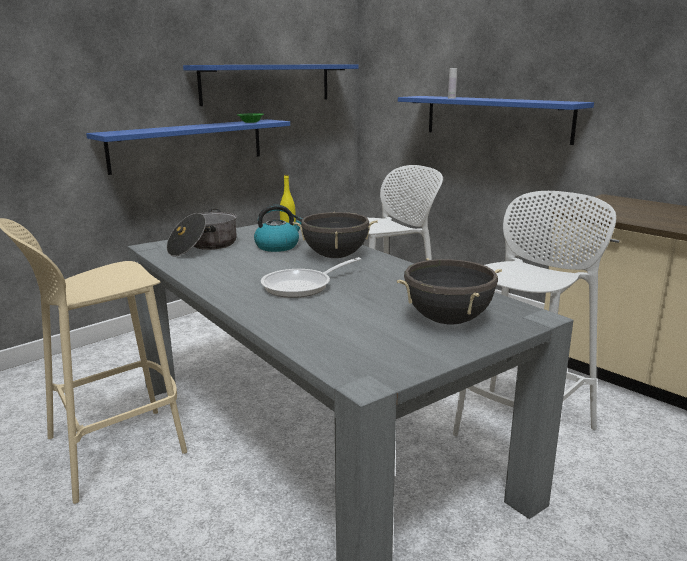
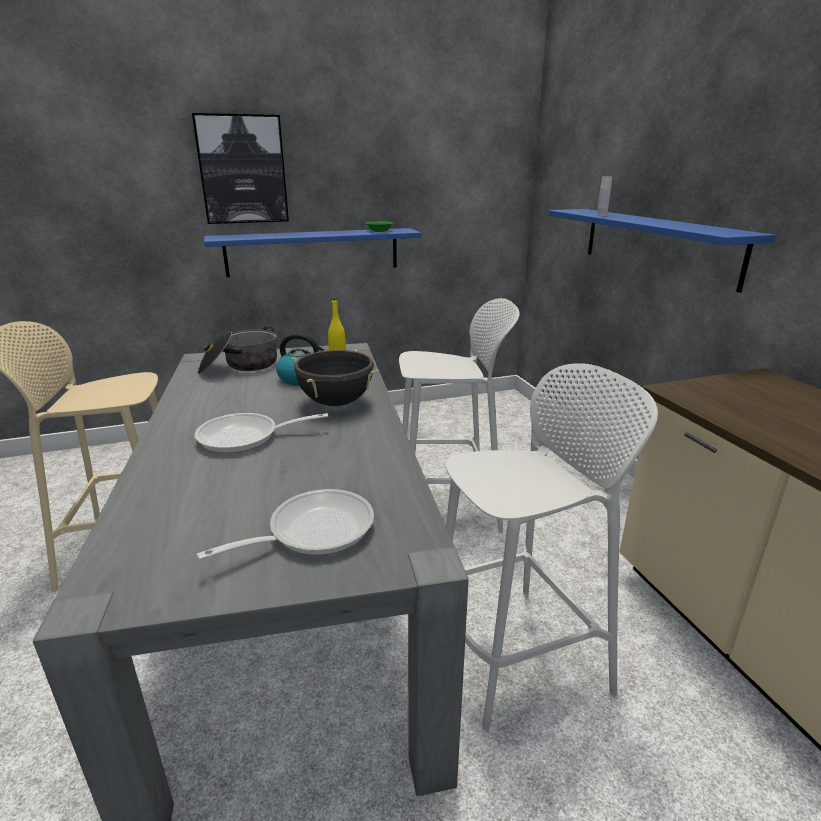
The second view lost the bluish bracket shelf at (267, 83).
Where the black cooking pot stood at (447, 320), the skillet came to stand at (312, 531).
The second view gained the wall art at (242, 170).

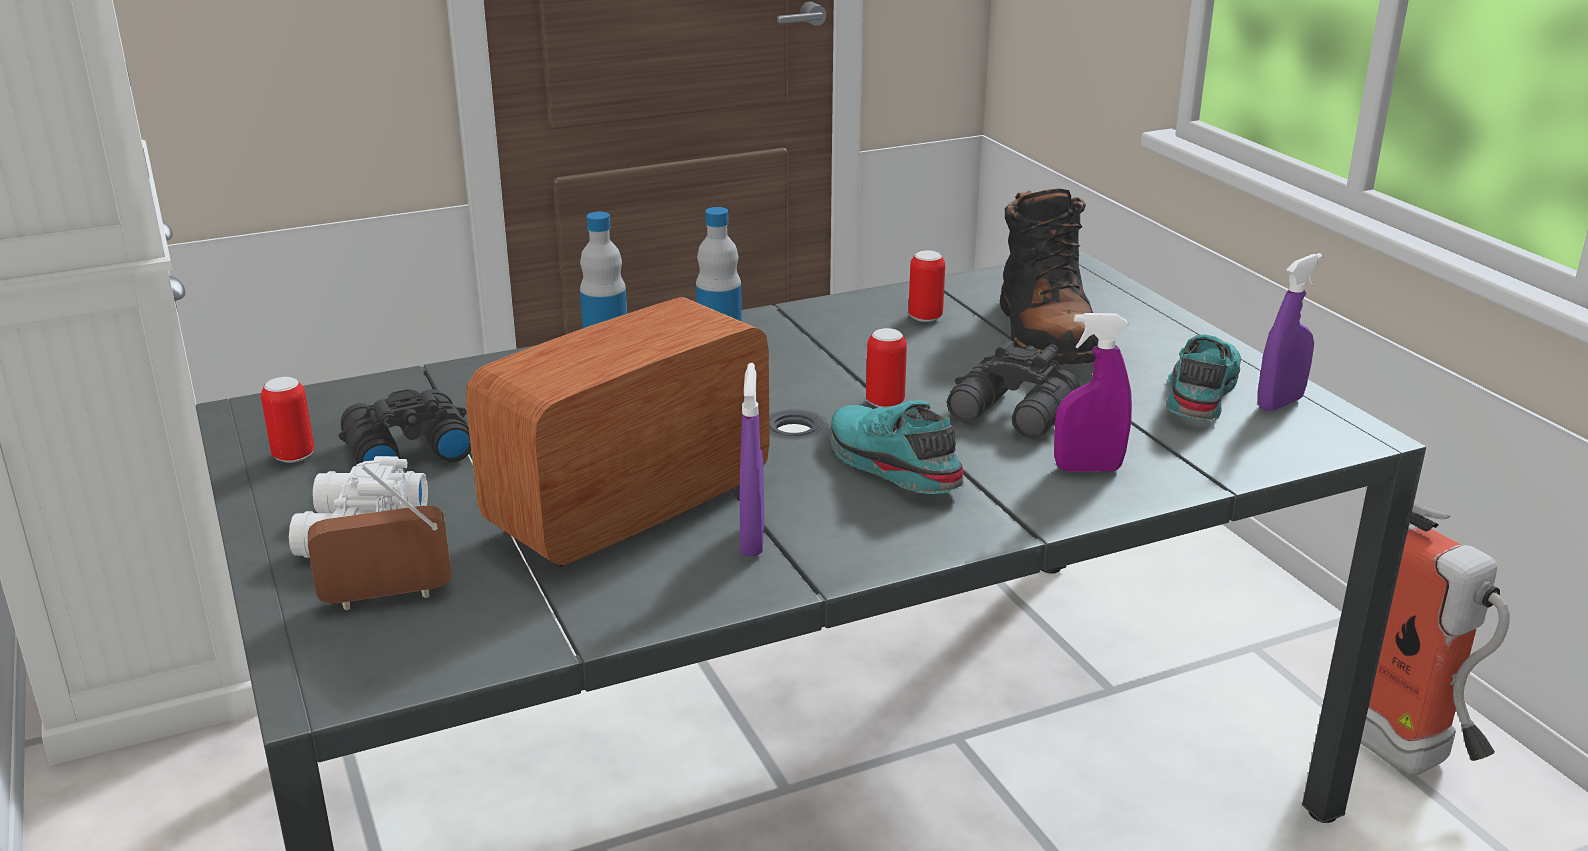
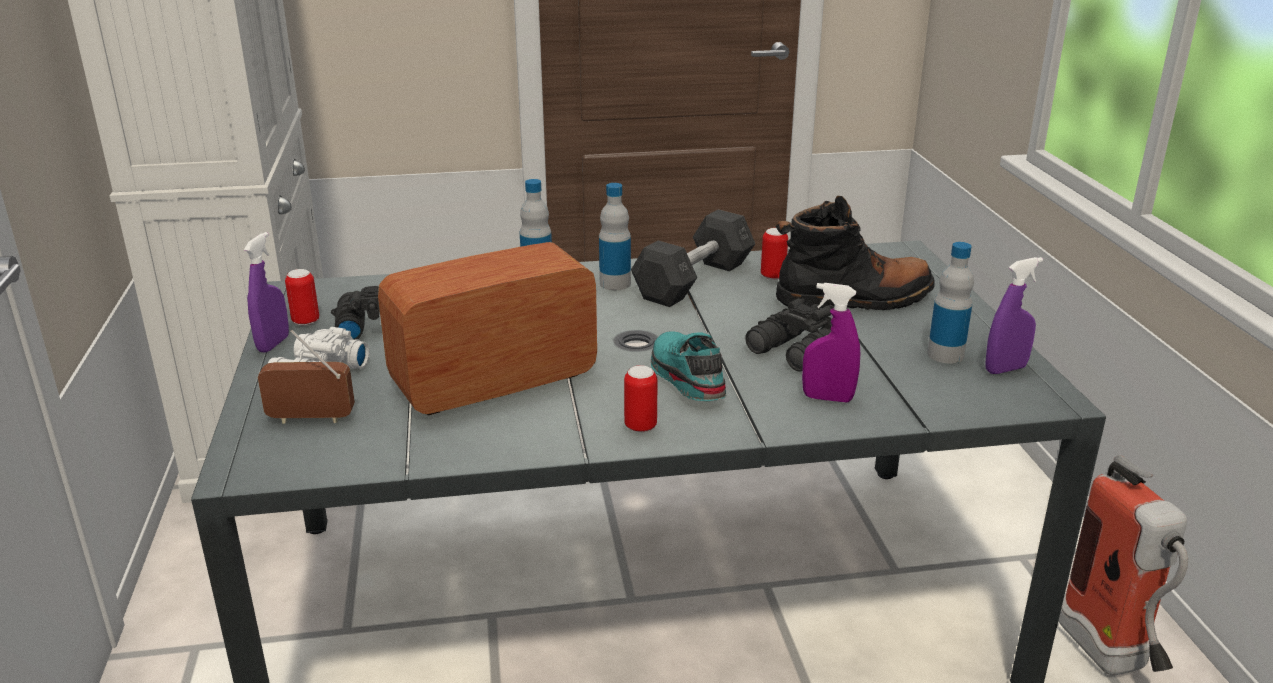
The purple spray bottle ended up elsewhere, having gone from (752, 540) to (273, 344).
The sealed can ended up elsewhere, having gone from (885, 402) to (640, 426).
The black high-top boot at (1045, 335) ended up facing another way, 105 degrees counterclockwise from before.
Where the blue-green item of footwear stood at (1198, 394), the drink bottle came to stand at (945, 354).
The second view gained the greyish free weight at (694, 281).

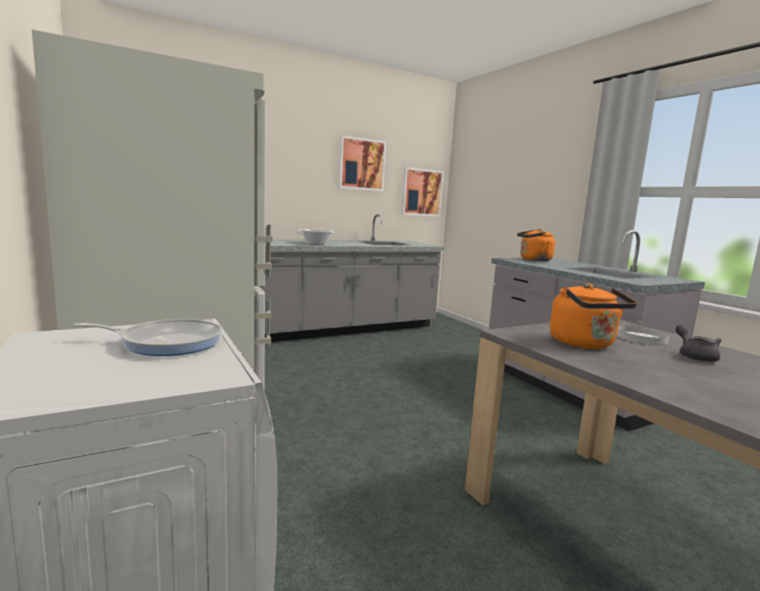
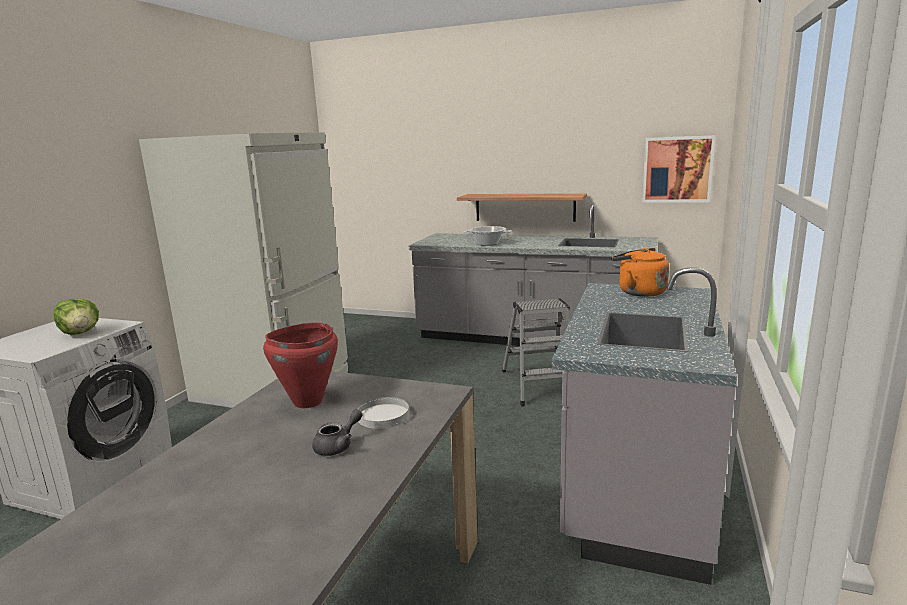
Where the skillet stood at (167, 342), the lettuce head came to stand at (81, 333).
The second view lost the wall art at (361, 164).
Where the orangey kettle stood at (584, 344), the red cooking pot came to stand at (307, 402).
The second view gained the bracket shelf at (524, 207).
The second view gained the greyish step ladder at (540, 384).

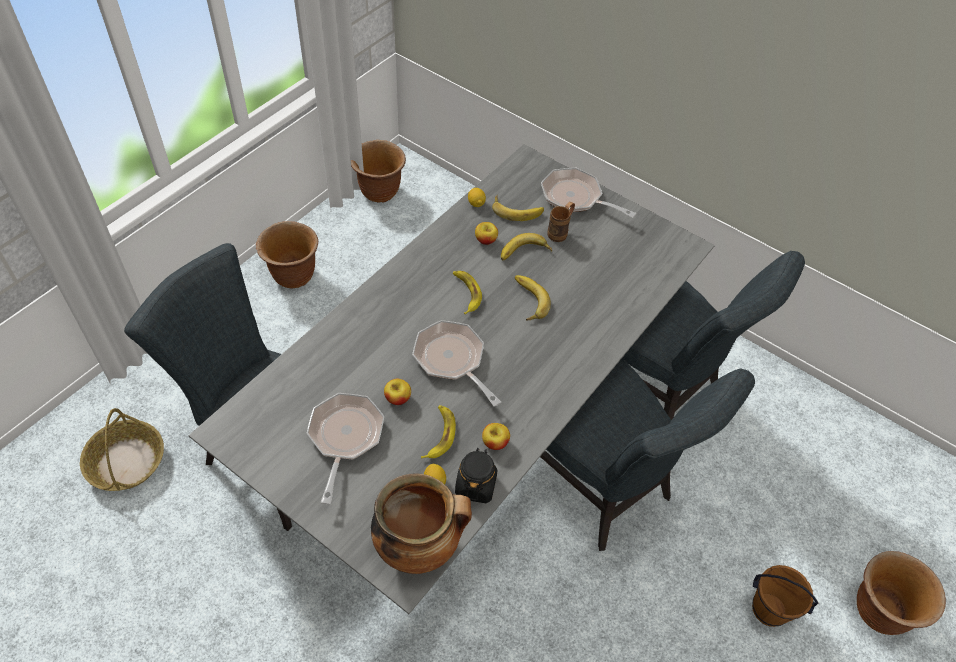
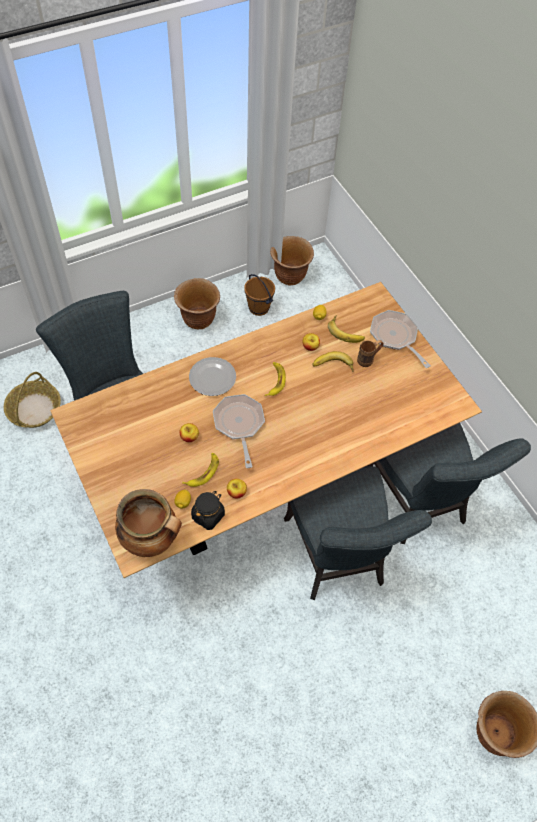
What was the greyish kitchen table at (470, 432) turned into the brownish kitchen table at (264, 479).
The second view lost the skillet at (344, 438).
The second view lost the banana fruit at (527, 300).
The brownish pail ended up elsewhere, having gone from (769, 609) to (259, 308).
The second view gained the plate at (211, 378).

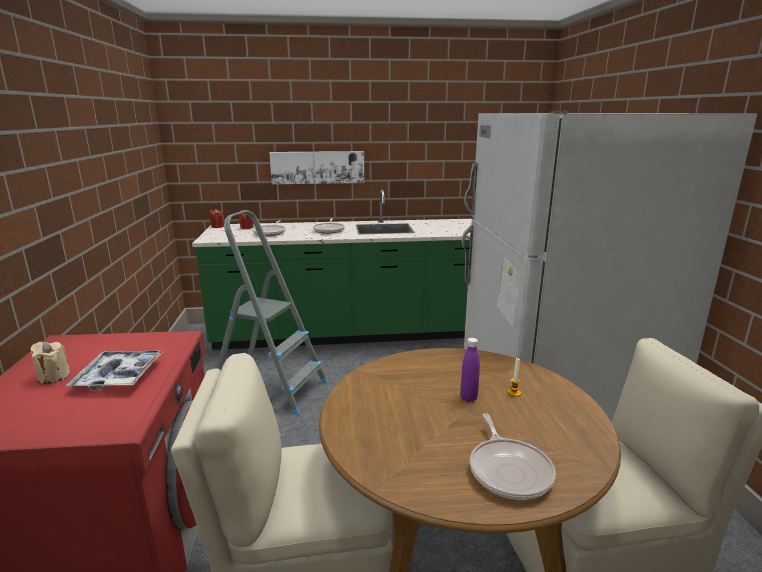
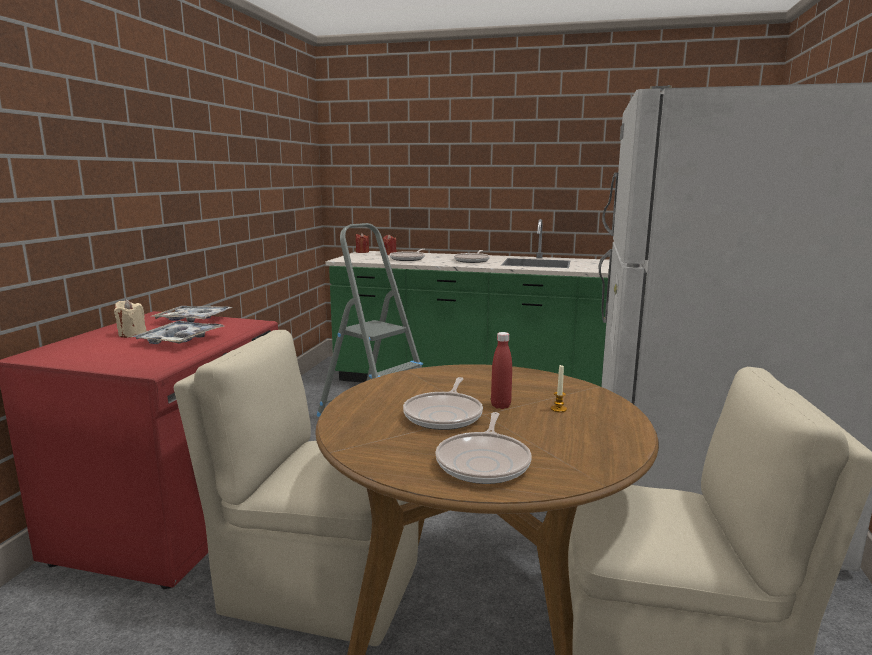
The second view lost the wall art at (317, 167).
What was the purple drink bottle at (468, 398) turned into the red drink bottle at (500, 406).
The second view gained the serving tray at (193, 320).
The second view gained the skillet at (444, 415).

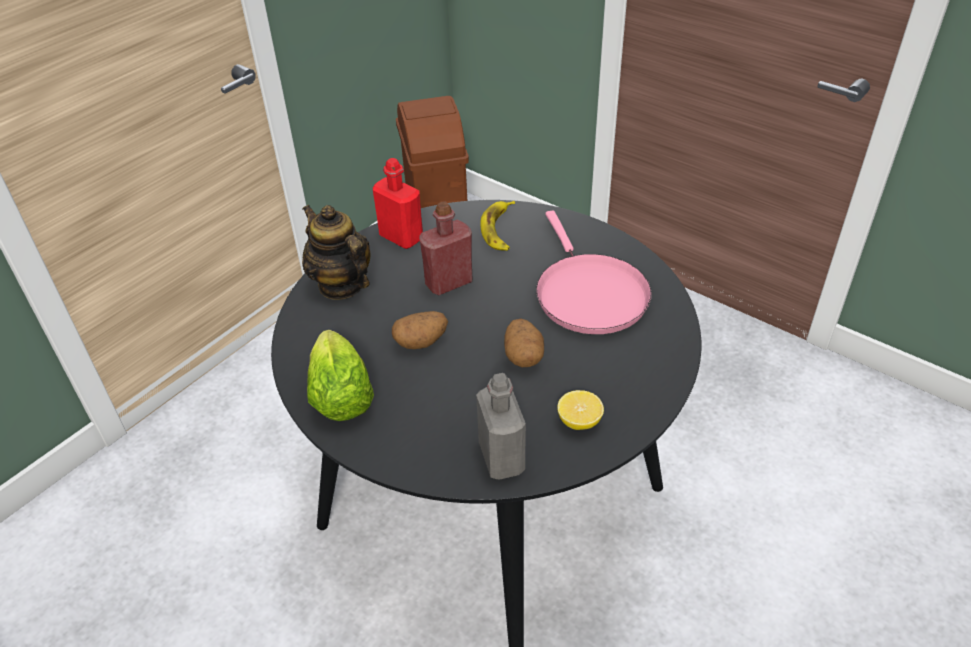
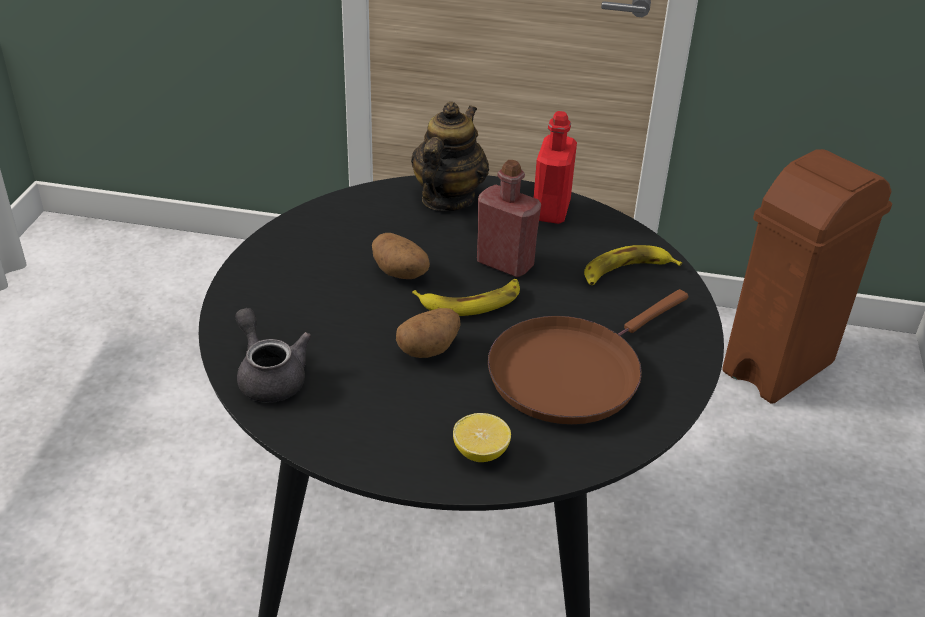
The second view lost the lettuce head at (340, 397).
Where the greyish drink bottle stood at (501, 458), the greyish tea pot came to stand at (269, 376).
What was the pinkish skillet at (588, 294) turned into the brownish skillet at (570, 371).
The citrus fruit ended up elsewhere, having gone from (579, 421) to (480, 453).
The second view gained the banana fruit at (471, 302).

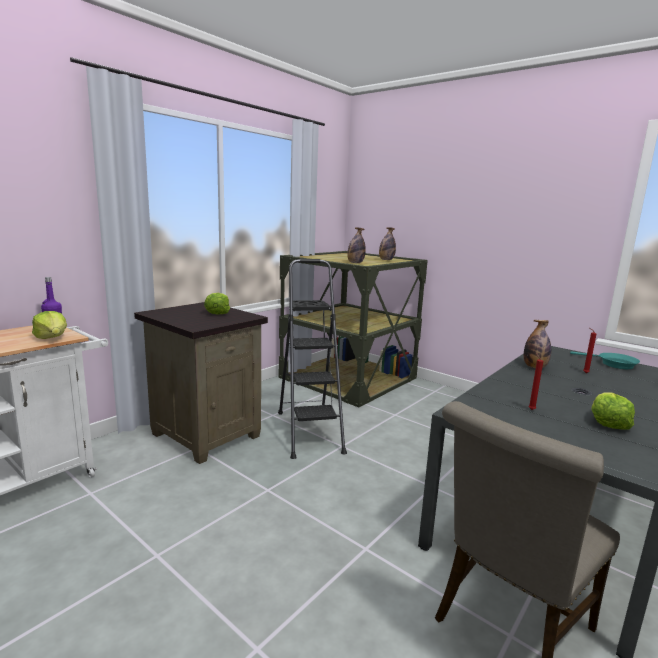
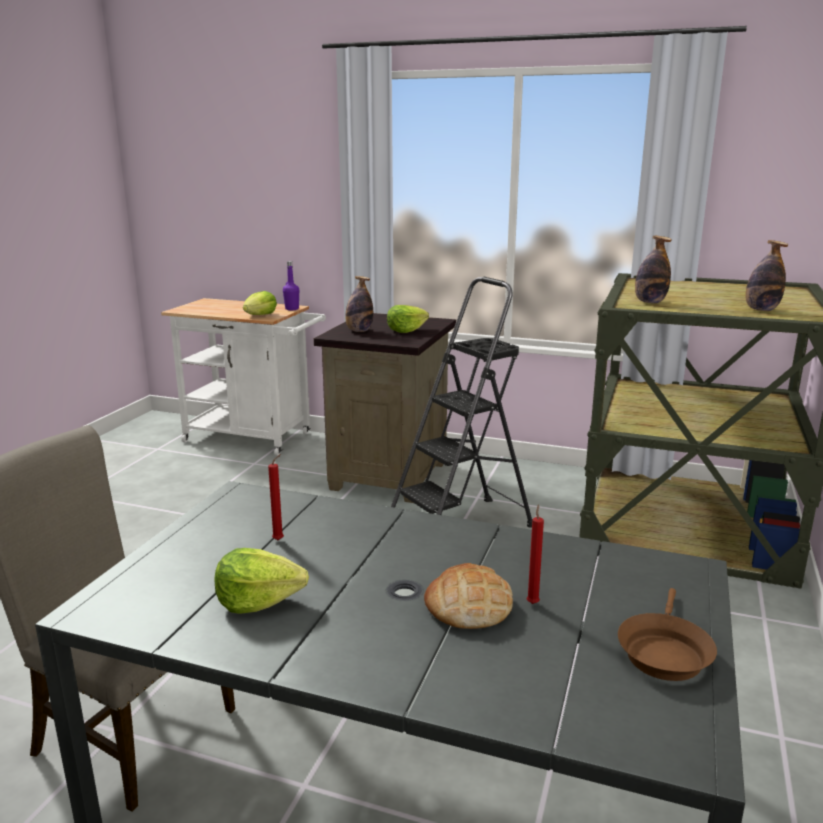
The drink bottle ended up elsewhere, having gone from (535, 367) to (359, 331).
What was the blue-green skillet at (613, 364) turned into the brownish skillet at (663, 652).
The second view gained the baked bread at (468, 605).

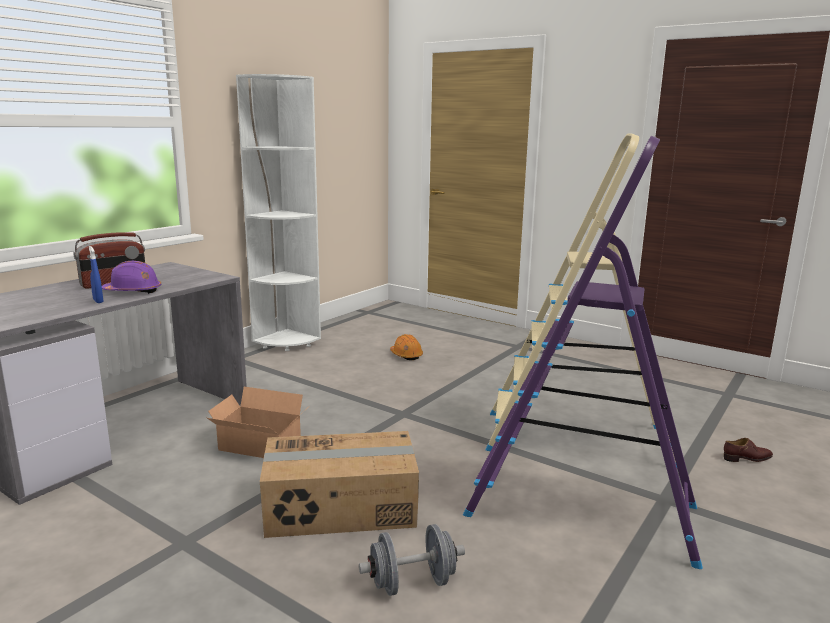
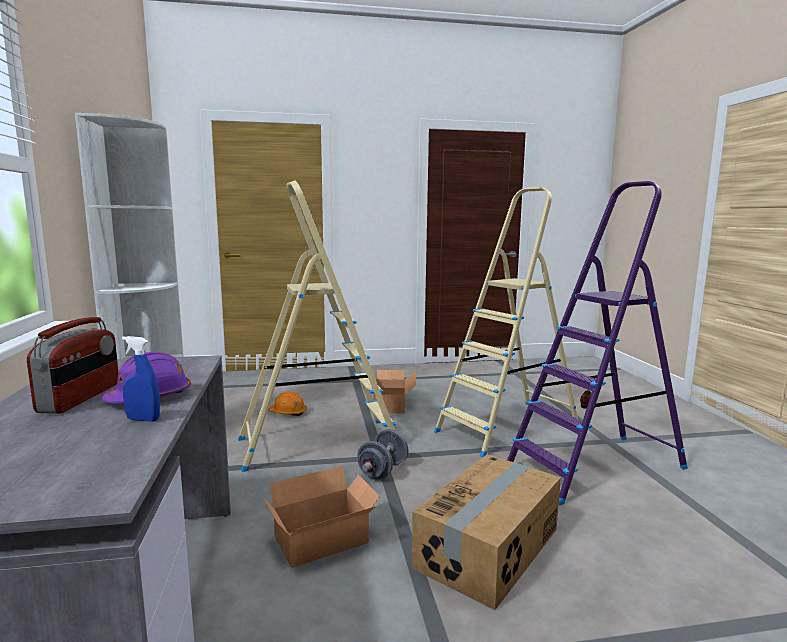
The greyish free weight ended up elsewhere, having gone from (412, 583) to (383, 471).
The second view gained the beige step ladder at (319, 443).
The second view gained the carton at (391, 404).

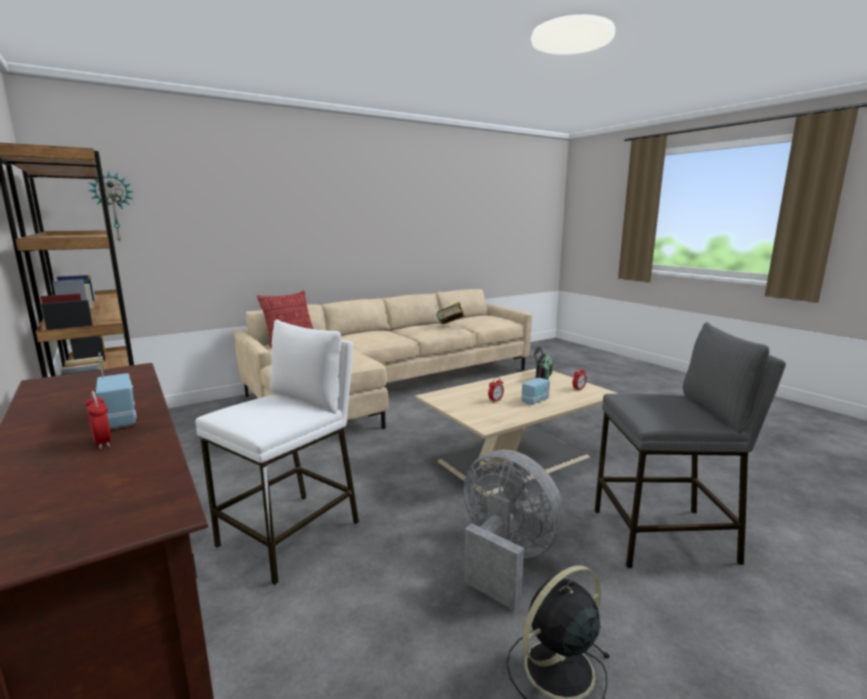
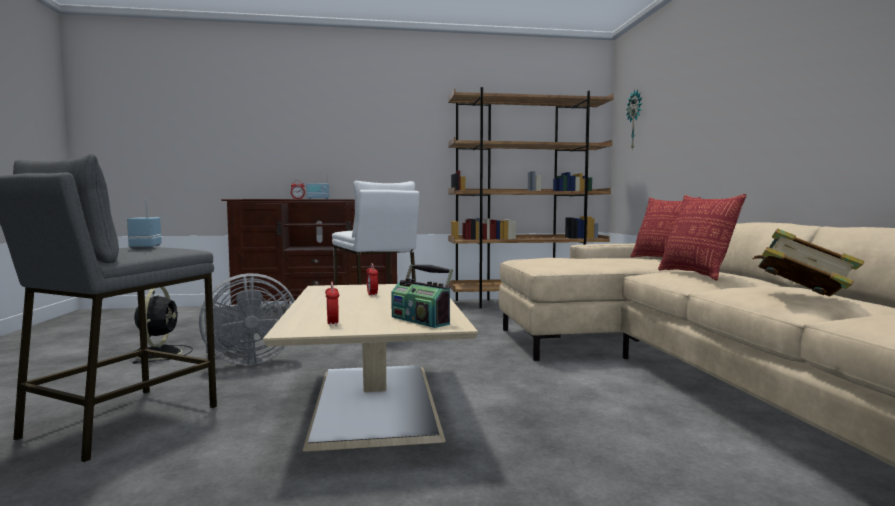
The radio ended up elsewhere, having gone from (535, 401) to (145, 247).
The second view gained the red throw pillow at (696, 275).

